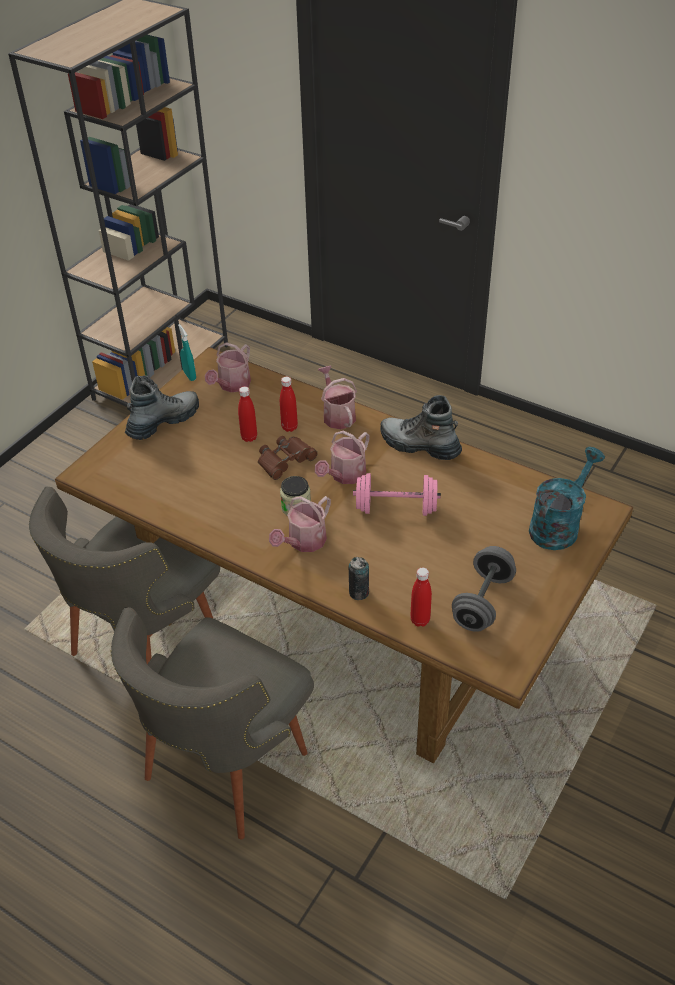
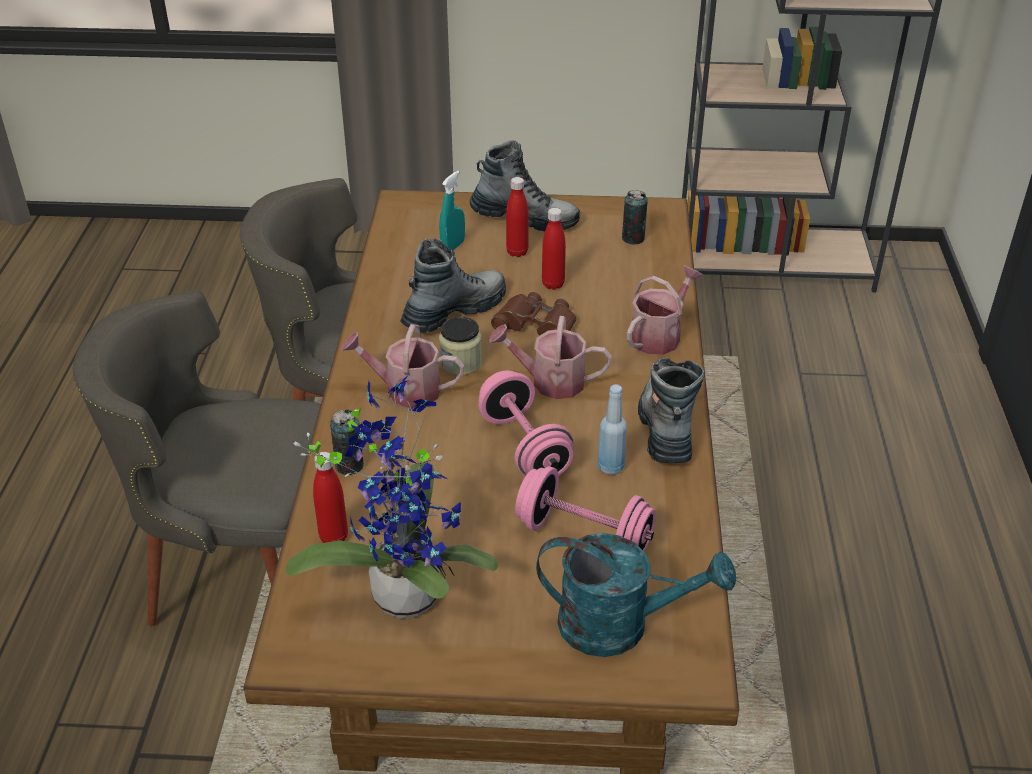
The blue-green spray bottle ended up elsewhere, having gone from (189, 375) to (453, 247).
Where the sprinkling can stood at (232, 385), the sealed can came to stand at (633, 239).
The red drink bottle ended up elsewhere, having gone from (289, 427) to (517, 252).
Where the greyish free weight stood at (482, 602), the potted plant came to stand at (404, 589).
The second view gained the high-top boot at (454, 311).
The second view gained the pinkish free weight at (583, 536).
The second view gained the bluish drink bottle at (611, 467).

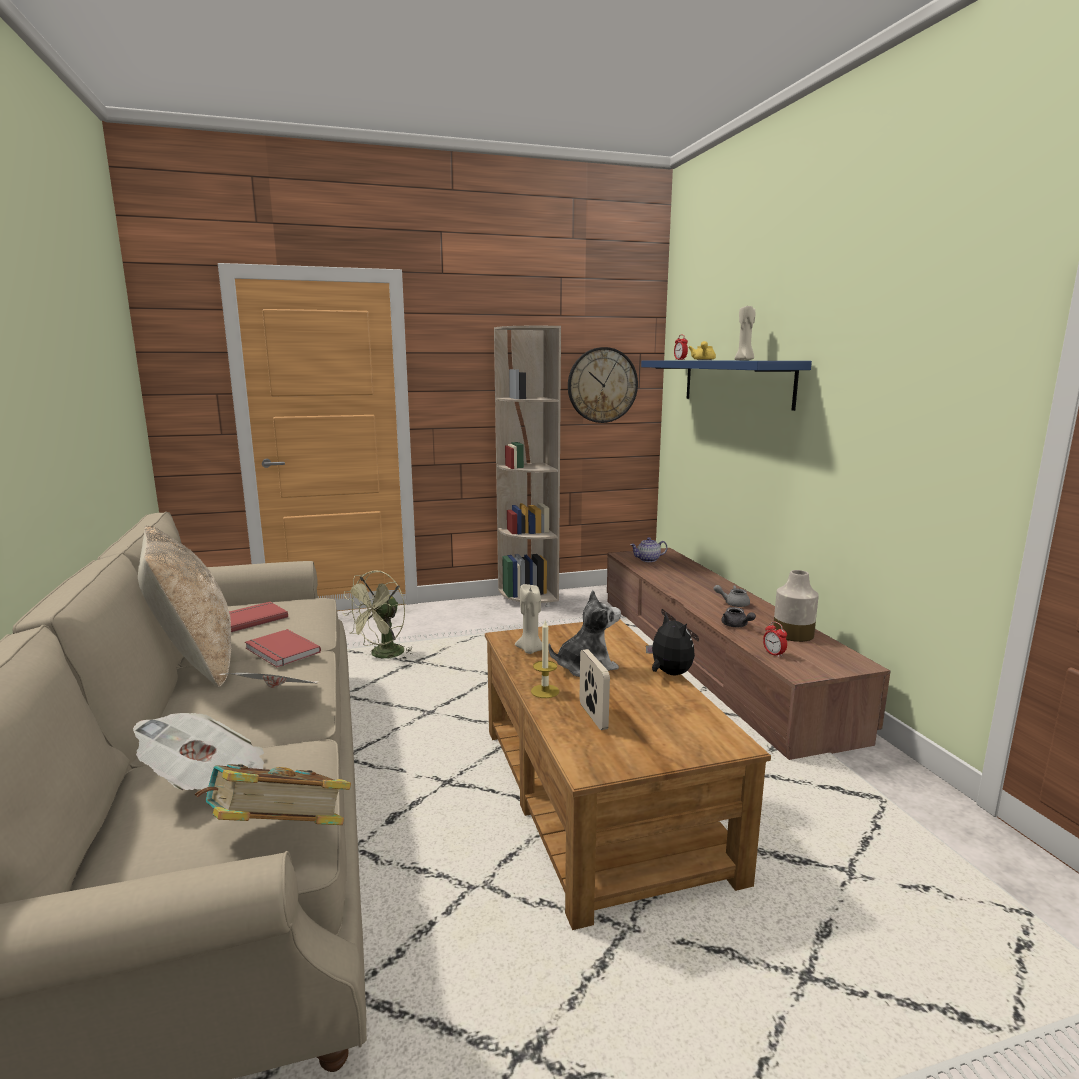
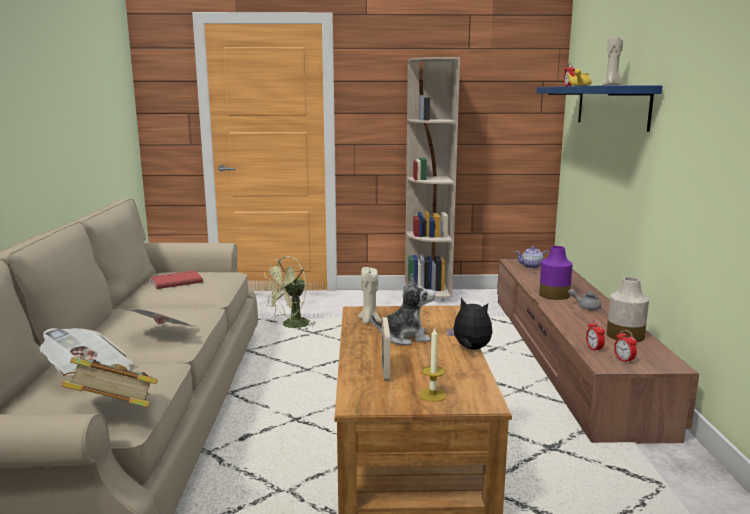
The second view lost the beige throw pillow at (195, 664).
The second view lost the red volume at (280, 651).
The wax light ended up elsewhere, having gone from (545, 691) to (432, 395).
The second view lost the clock on the wall at (602, 385).
The plush toy at (669, 673) ended up facing another way, 45 degrees counterclockwise from before.
The second view lost the greyish tea pot at (736, 626).
The second view gained the purple decorative vase at (554, 295).
The second view gained the table clock at (624, 360).

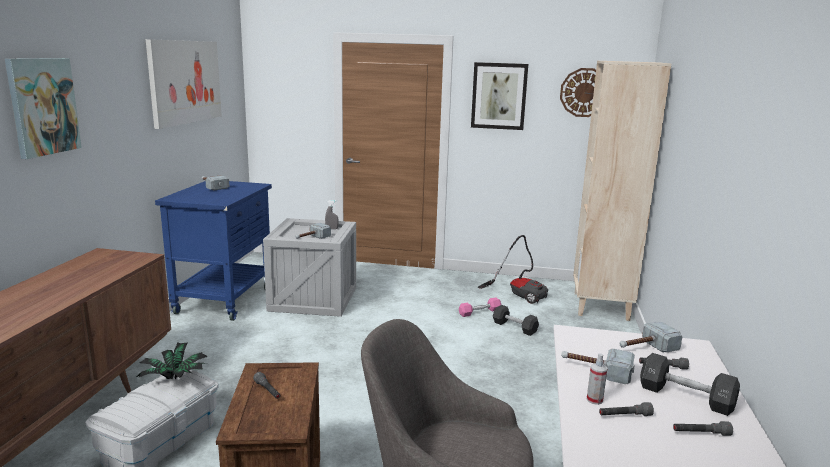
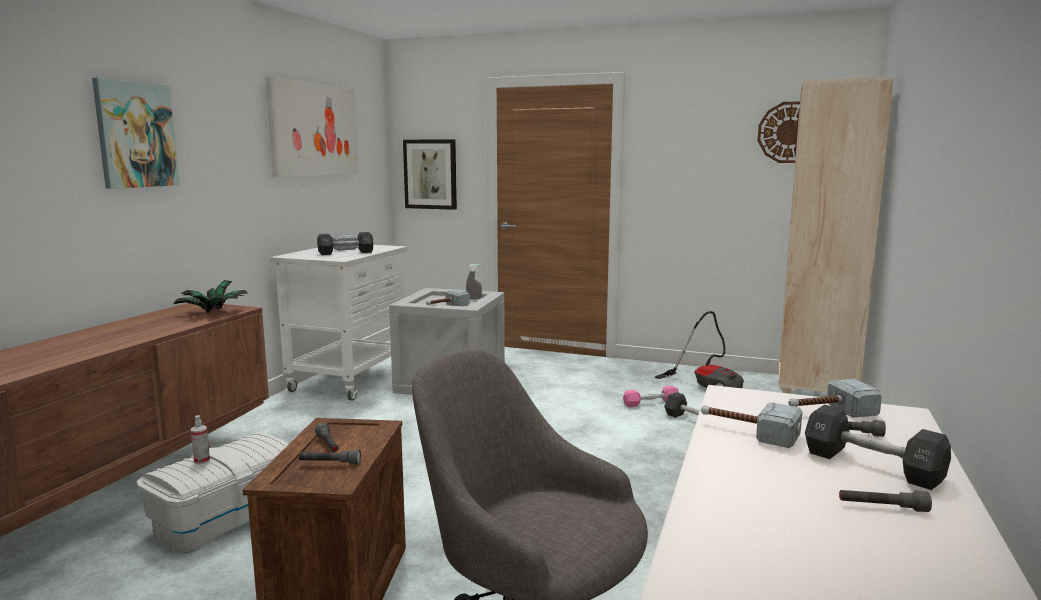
The potted plant ended up elsewhere, having gone from (175, 379) to (213, 313).
What was the bluish cart at (225, 300) turned into the white cart at (349, 381).
The wall art ended up elsewhere, having gone from (499, 96) to (430, 174).
The spray bottle ended up elsewhere, having gone from (594, 400) to (202, 460).
The greyish flashlight ended up elsewhere, having gone from (624, 416) to (329, 463).
The second view gained the black free weight at (346, 253).

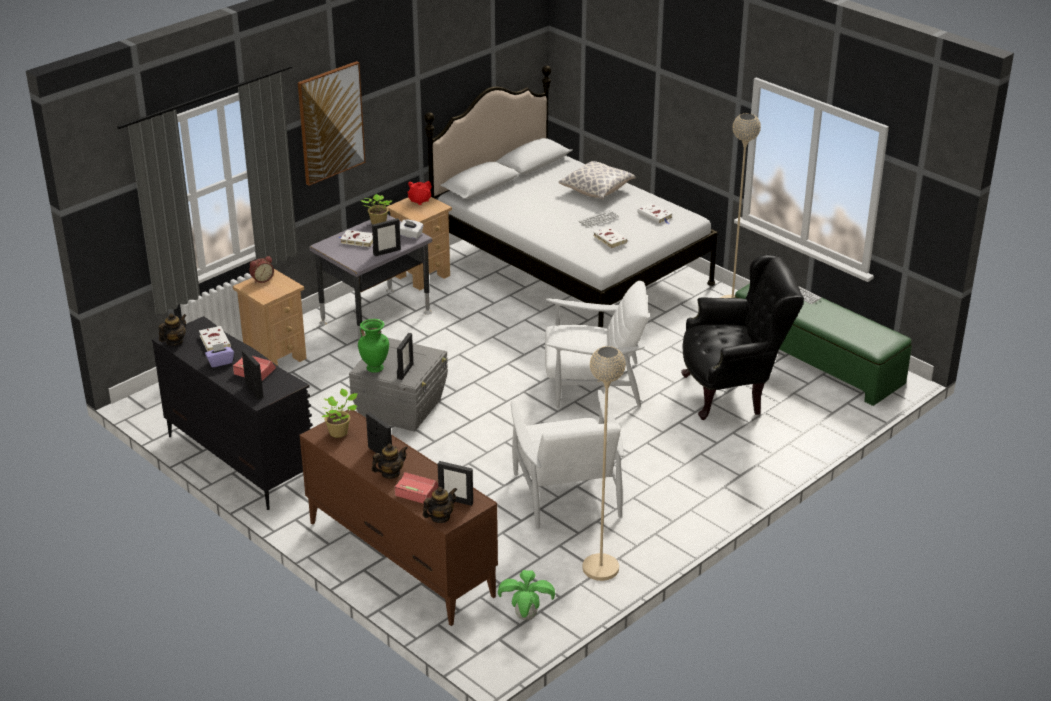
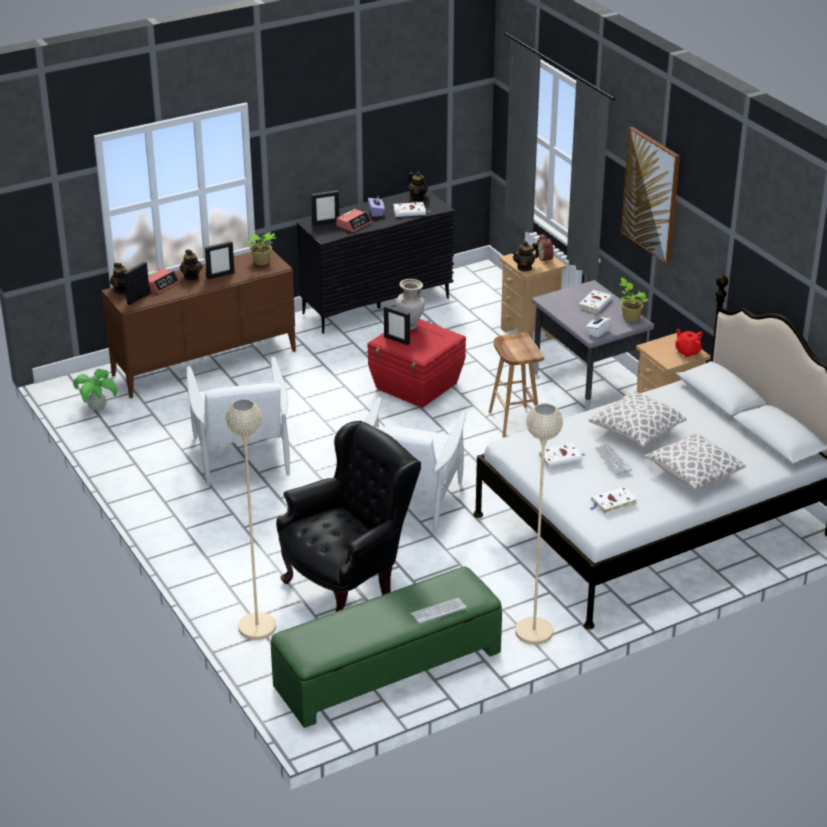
What was the greyish storage bin at (401, 408) turned into the red storage bin at (417, 386).
What was the green decorative vase at (375, 368) turned into the beige decorative vase at (410, 326).
The second view lost the standing frame at (387, 252).
The white easy chair at (567, 492) ended up facing another way, 105 degrees counterclockwise from before.
The beige standard lamp ended up elsewhere, having gone from (600, 568) to (257, 627).
The black easy chair at (731, 394) ended up facing another way, 135 degrees counterclockwise from before.
The second view gained the brownish stool at (513, 421).
The second view gained the tea pot at (524, 267).
The second view gained the throw pillow at (636, 432).

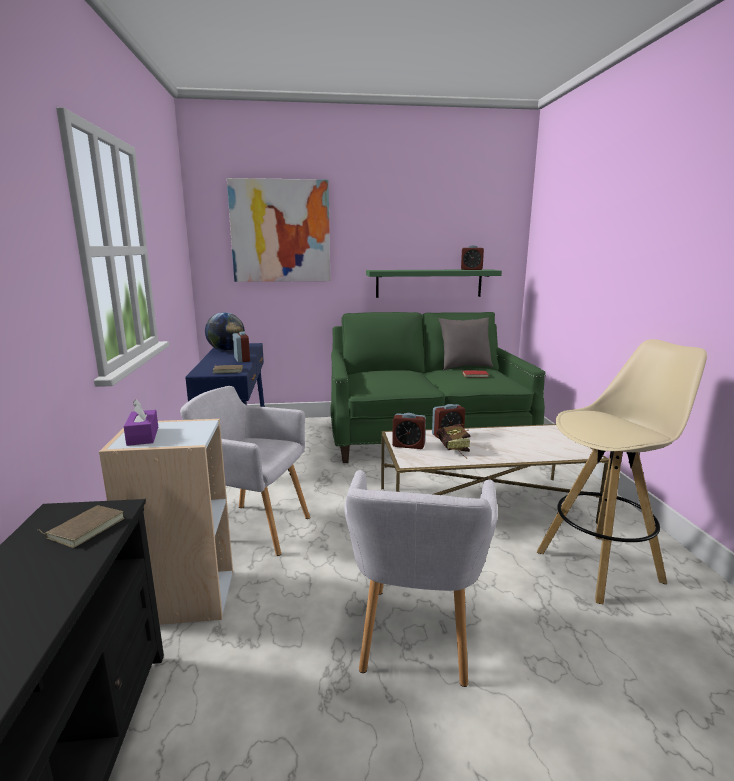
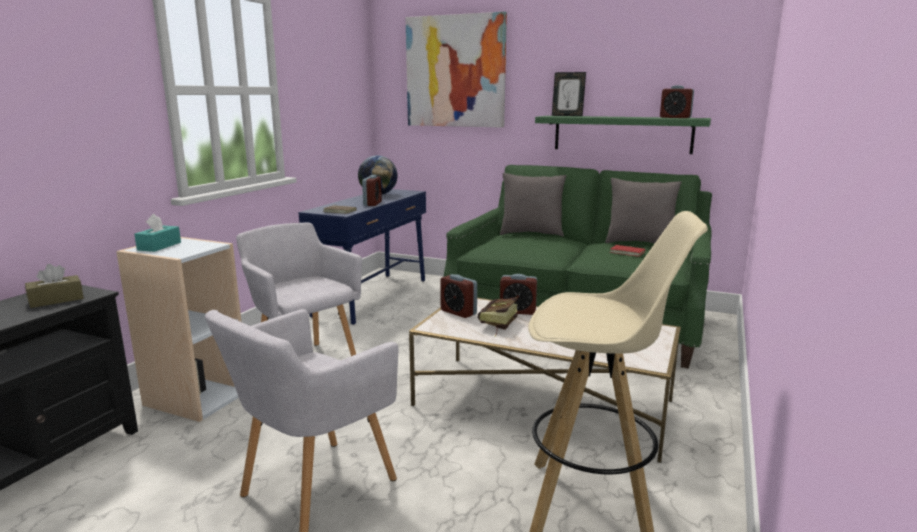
Where the brownish volume stood at (85, 528), the brownish box of tissues came to stand at (56, 300).
What was the purple box of tissues at (143, 436) turned into the blue-green box of tissues at (159, 246).
The second view gained the greyish throw pillow at (531, 234).
The second view gained the standing frame at (567, 115).

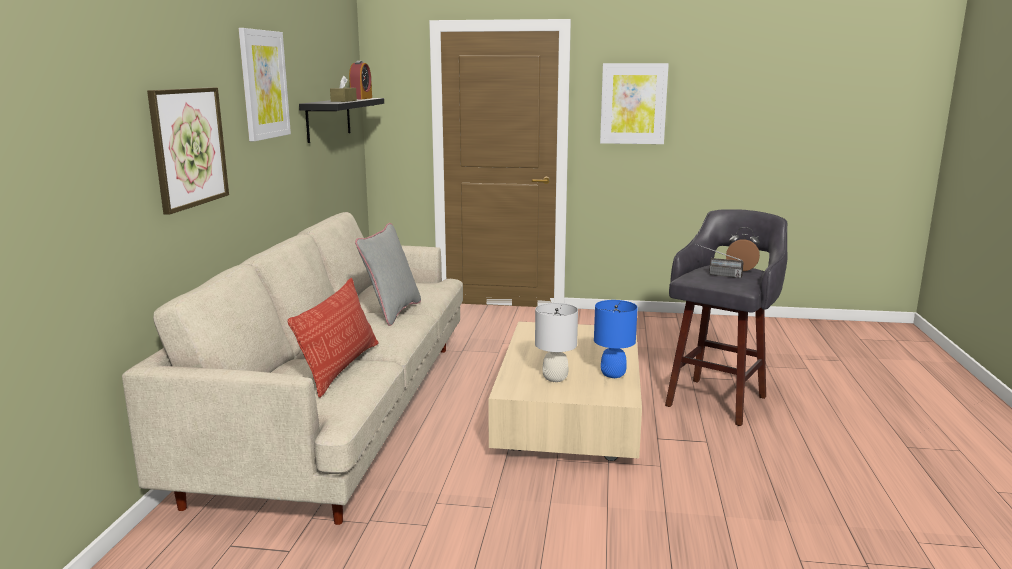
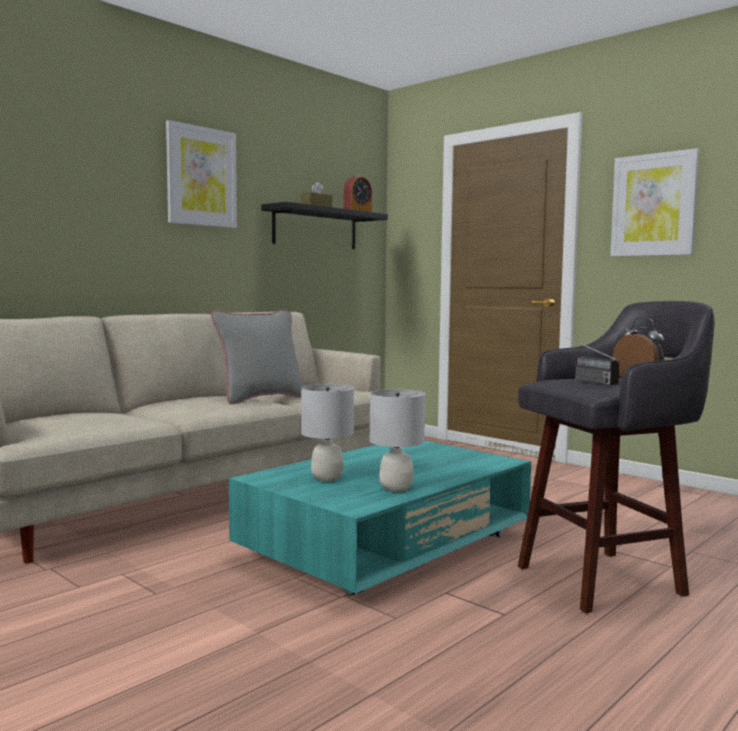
The second view lost the wall art at (188, 147).
The second view lost the throw pillow at (341, 367).
What was the beige lounge table at (569, 415) turned into the blue-green lounge table at (387, 546).
What was the bluish lamp for a table at (613, 376) turned into the greyish lamp for a table at (395, 489).

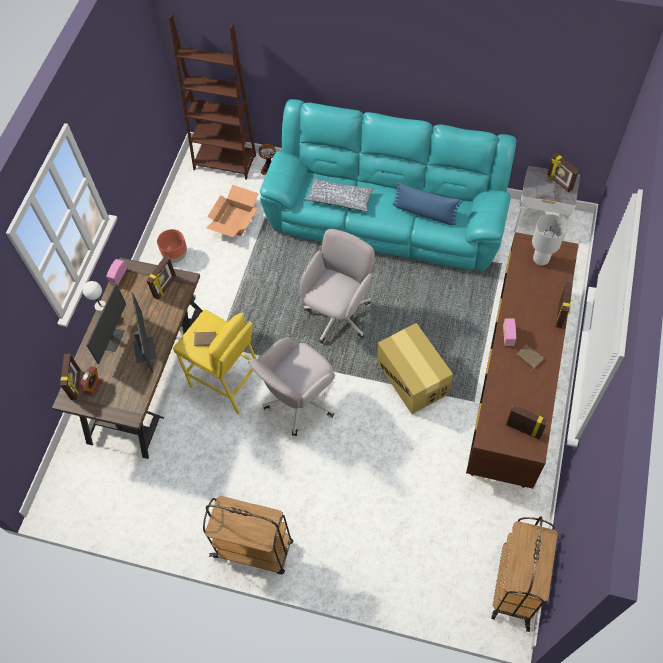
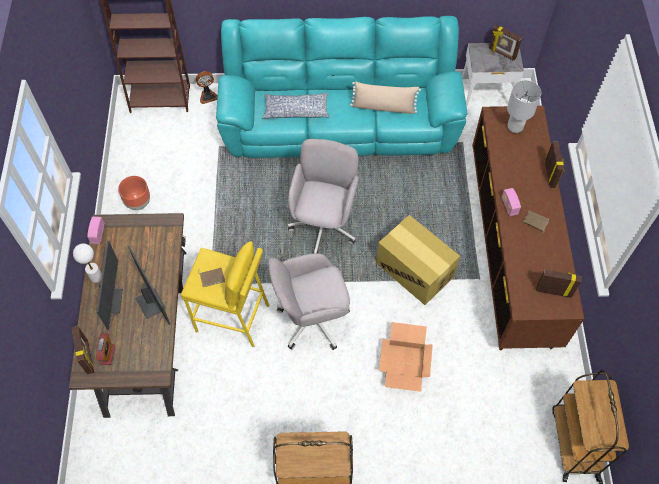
The second view lost the standing frame at (165, 287).
The carton ended up elsewhere, having gone from (234, 219) to (404, 362).
The greyish office chair at (299, 402) ended up facing another way, 45 degrees clockwise from before.
What was the bluish throw pillow at (425, 213) turned into the beige throw pillow at (384, 107).

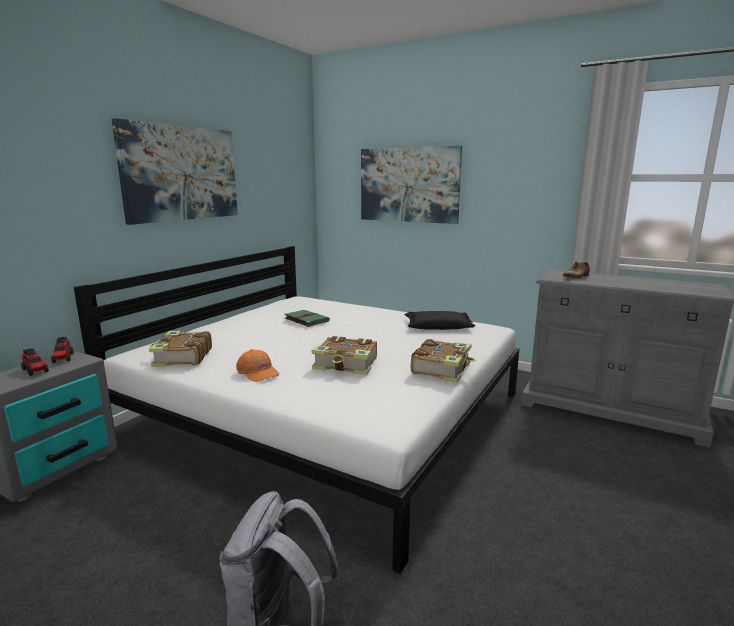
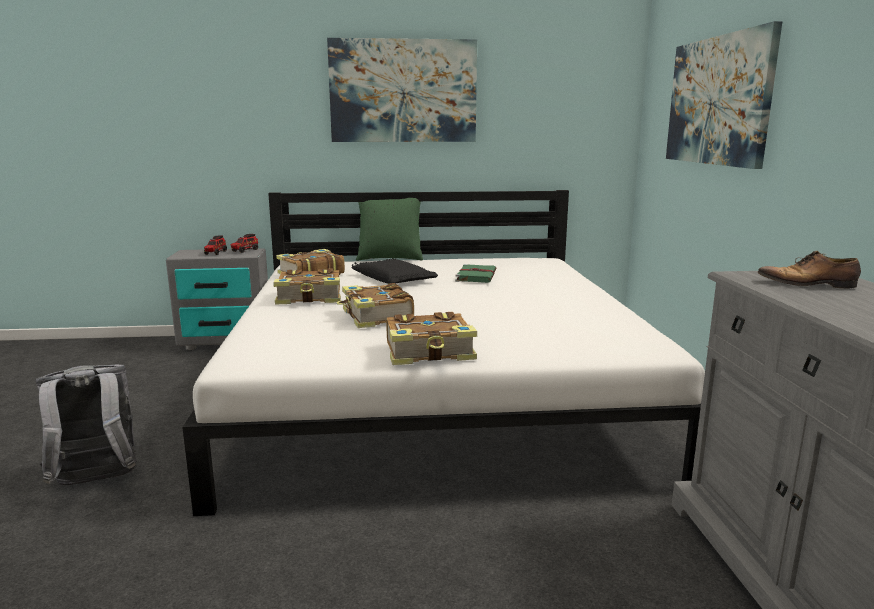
Where the orangey cap stood at (258, 372), the volume came to stand at (310, 298).
The black throw pillow ended up elsewhere, having gone from (438, 325) to (393, 278).
The second view gained the green throw pillow at (390, 258).

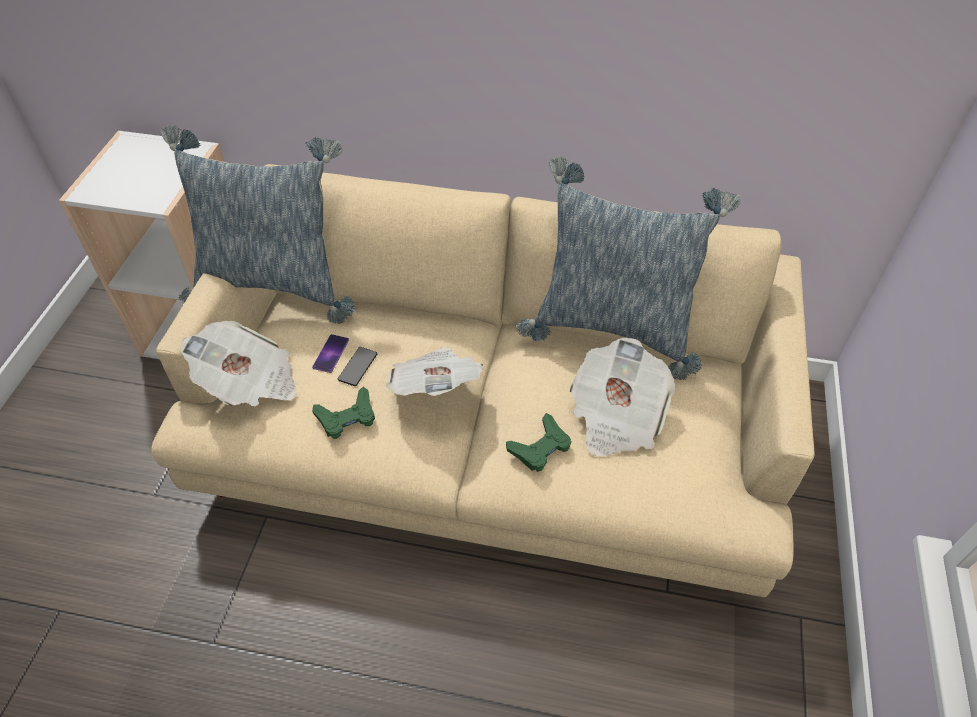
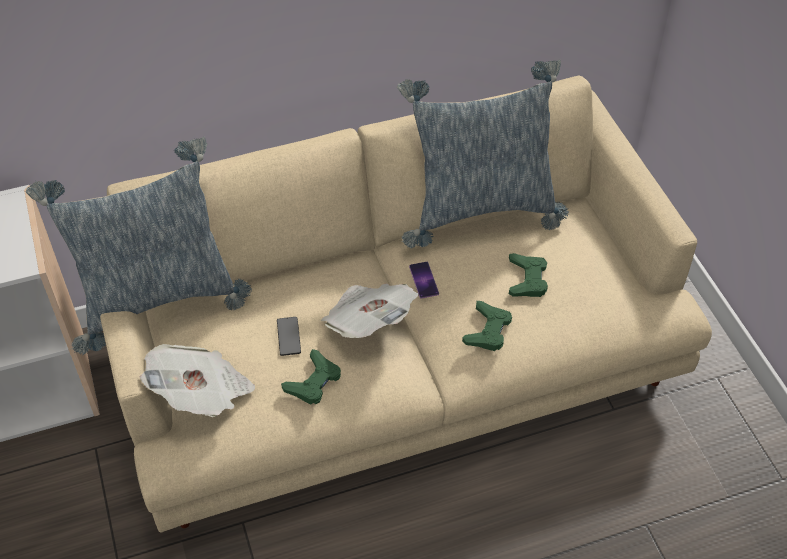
The phone ended up elsewhere, having gone from (331, 353) to (423, 280).
Where the daily paper stood at (616, 416), the green gamepad came to stand at (527, 279).

